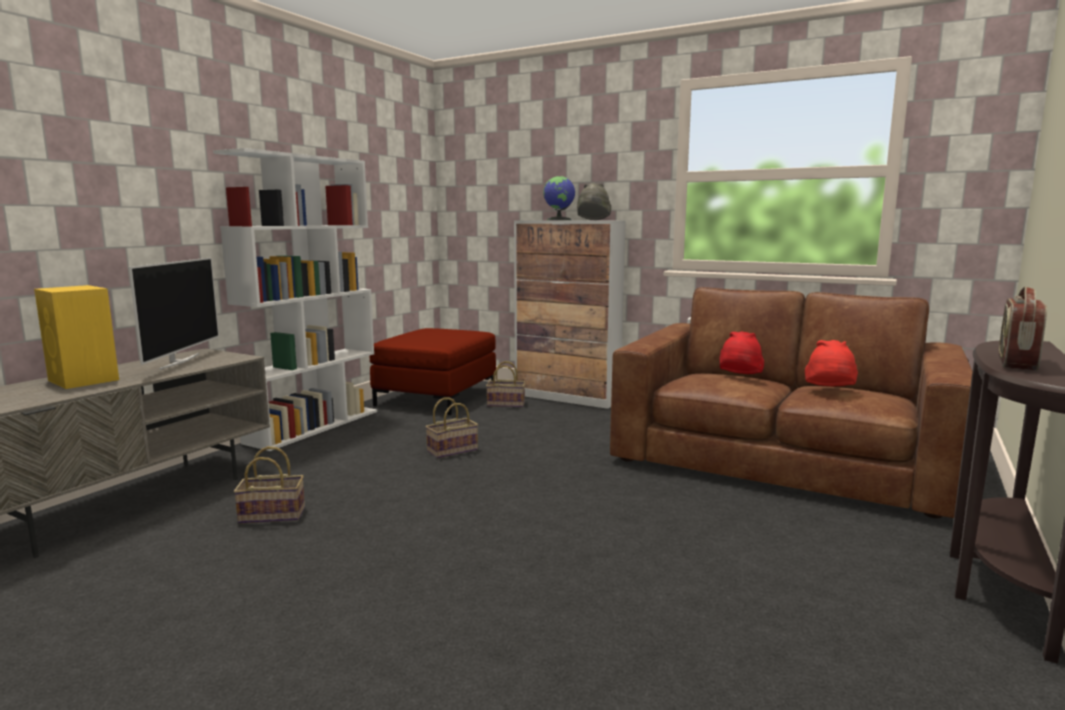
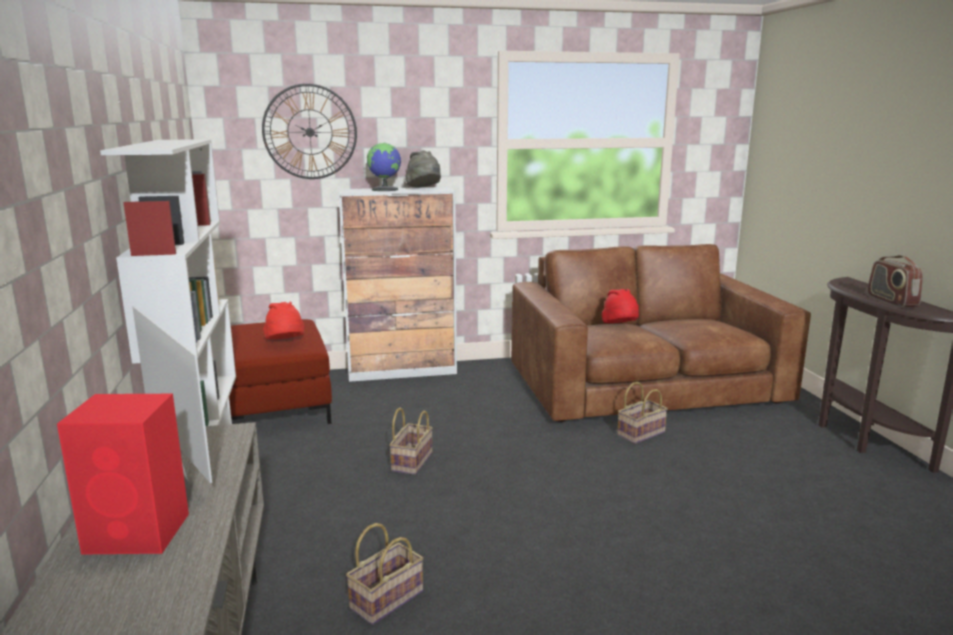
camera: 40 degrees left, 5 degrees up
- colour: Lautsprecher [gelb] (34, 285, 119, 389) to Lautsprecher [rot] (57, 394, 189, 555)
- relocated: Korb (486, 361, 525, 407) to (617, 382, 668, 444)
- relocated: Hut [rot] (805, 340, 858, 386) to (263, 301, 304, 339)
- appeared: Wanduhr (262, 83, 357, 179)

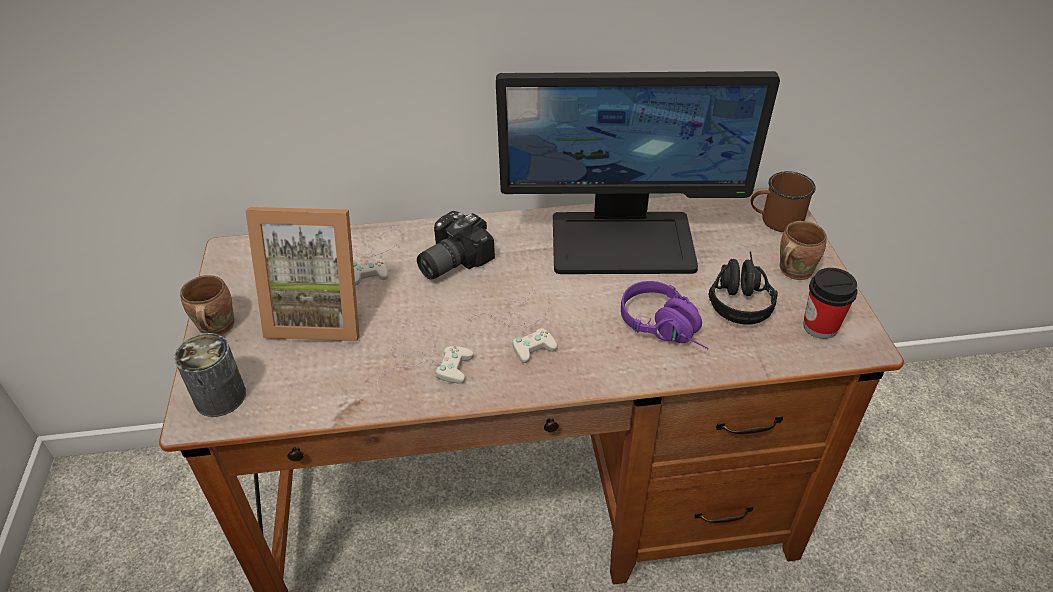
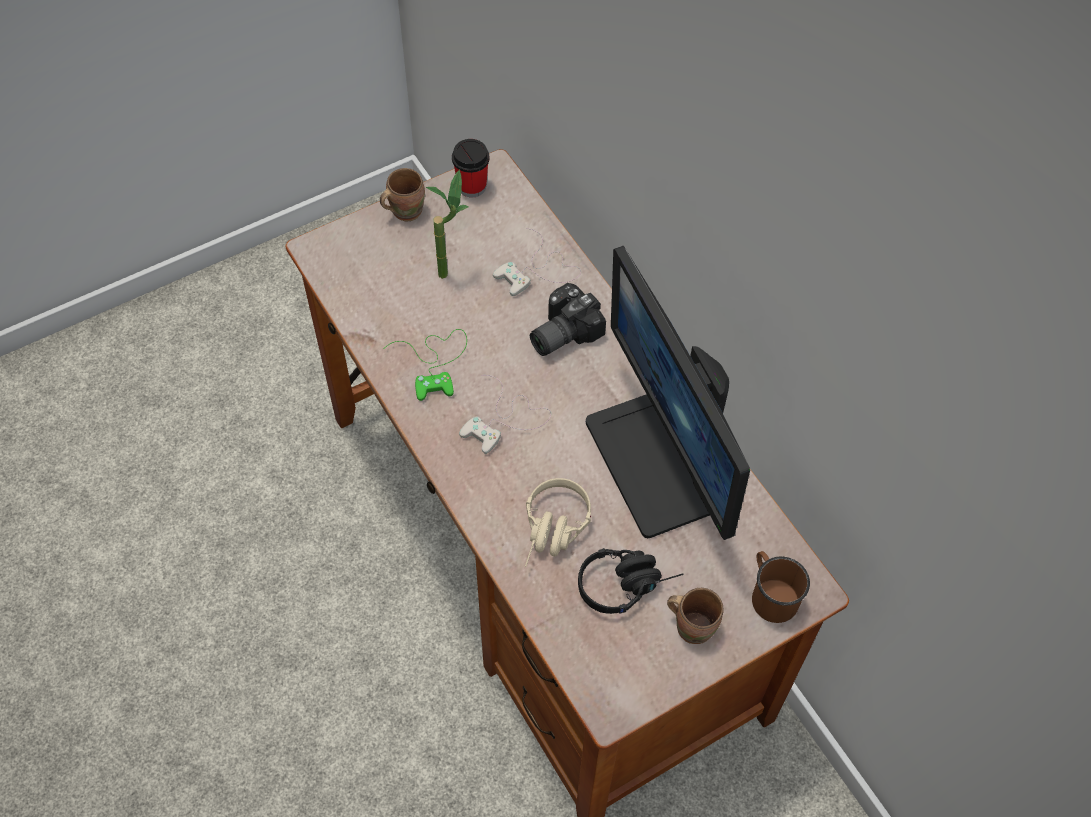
camera: 65 degrees right, 15 degrees up
- missing: Dose (174, 333, 246, 417)
- exchanged: Bilderrahmen (245, 207, 360, 342) to Topfpflanze (426, 169, 469, 279)
- colour: Gamepad [weiß] (377, 322, 474, 392) to Gamepad [grün] (384, 329, 467, 401)
- spun: Kamera (417, 211, 495, 280) = (530, 283, 606, 356) 60 degrees counterclockwise
- colour: Kopfhörer [lila] (621, 281, 709, 349) to Kopfhörer [beige] (525, 478, 591, 567)
- relocated: Tasse (803, 268, 858, 339) to (452, 139, 490, 197)

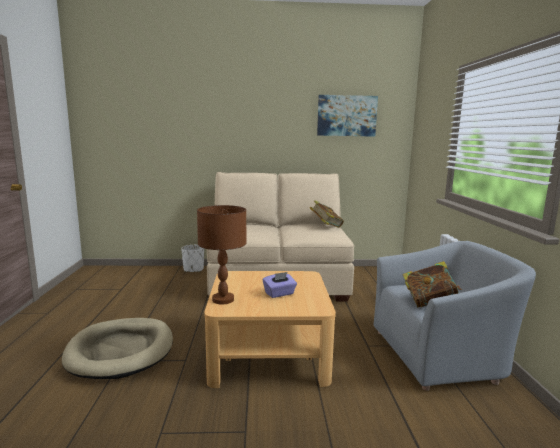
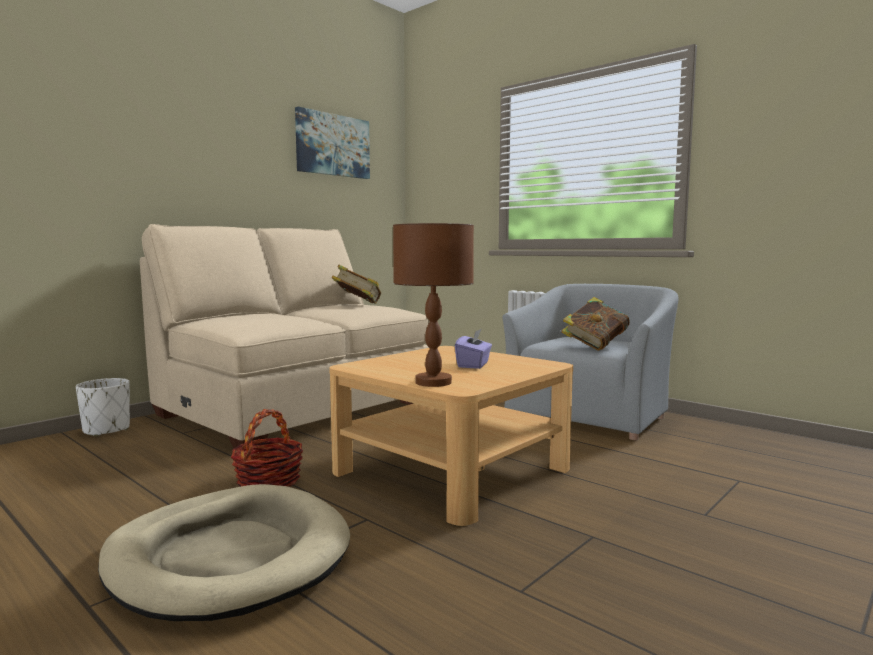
camera: 45 degrees left, 5 degrees down
- appeared: Korb (231, 409, 304, 487)

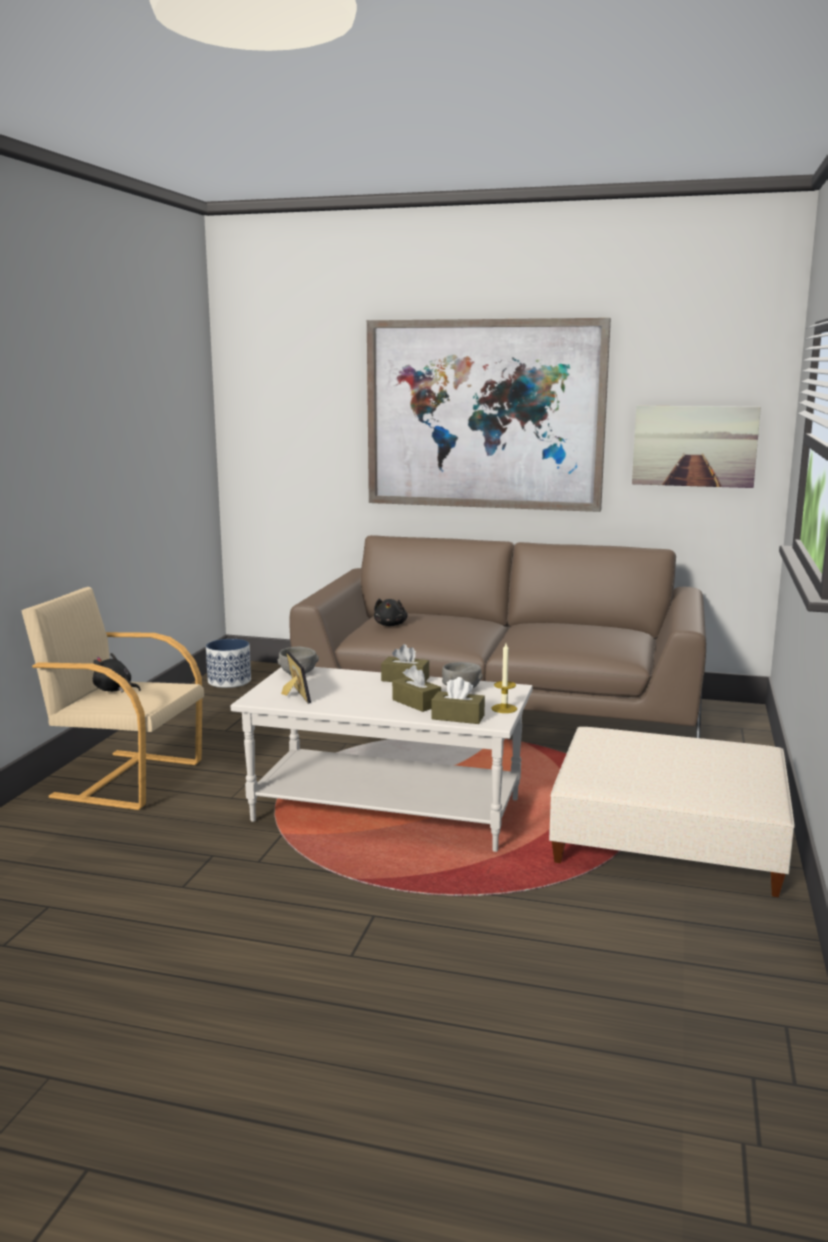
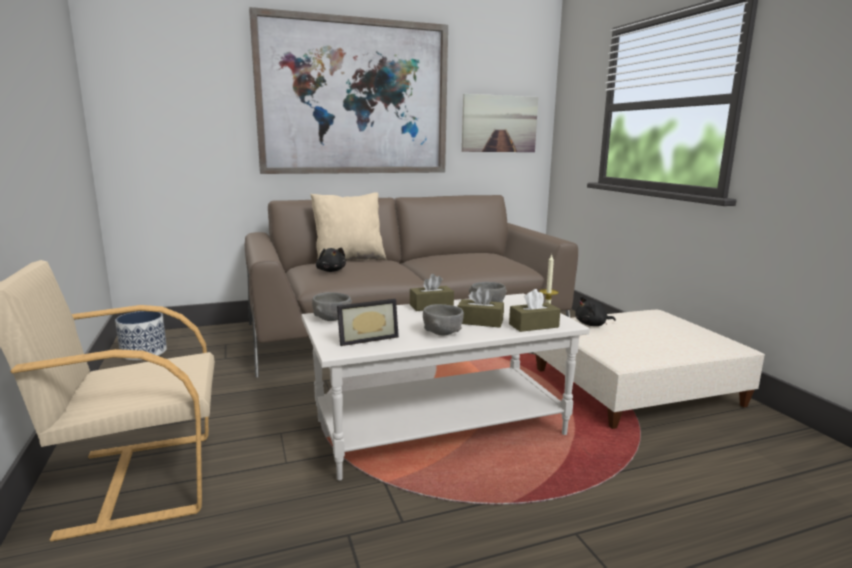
camera: 35 degrees left, 0 degrees up
- relocated: Plüschtier [schwarz] (93, 653, 141, 692) to (575, 296, 616, 326)
- spun: Bilderrahmen (281, 652, 311, 704) = (337, 299, 399, 346) 120 degrees clockwise
- appeared: Kissen [beige] (311, 192, 387, 261)
- appeared: Schüssel [grau] (423, 304, 464, 336)

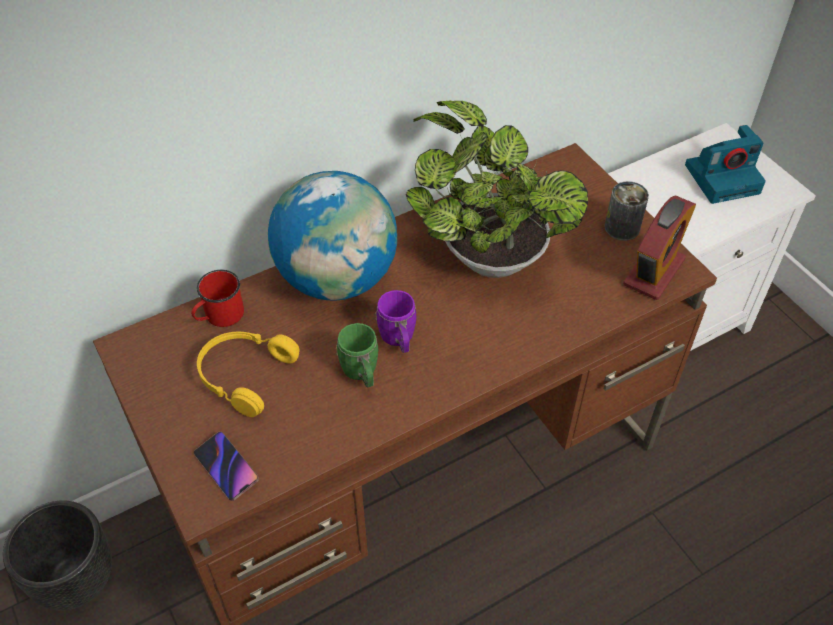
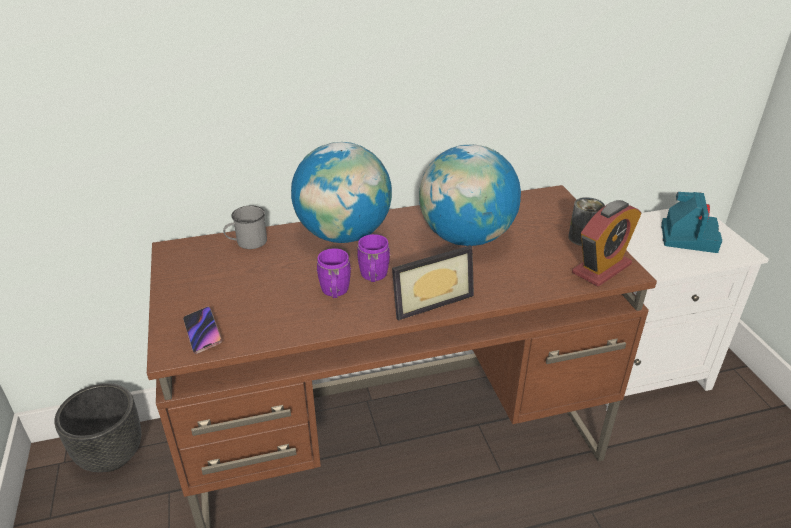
camera: 15 degrees right, 15 degrees down
- colour: Henkelbecher [rot] (191, 270, 244, 327) to Henkelbecher [grau] (223, 206, 267, 249)
- missing: Kopfhörer [gelb] (197, 332, 300, 417)
- colour: Henkelbecher [grün] (336, 323, 378, 388) to Henkelbecher [lila] (317, 248, 351, 298)
- exchanged: Topfpflanze (406, 100, 588, 278) to Globus (419, 144, 521, 246)
- spun: Kamera (685, 125, 766, 204) = (661, 192, 722, 253) 75 degrees counterclockwise
- appeared: Bilderrahmen (392, 245, 474, 321)

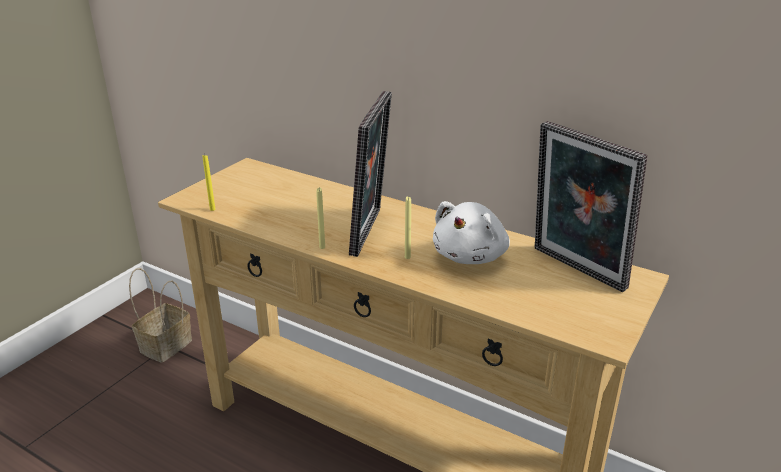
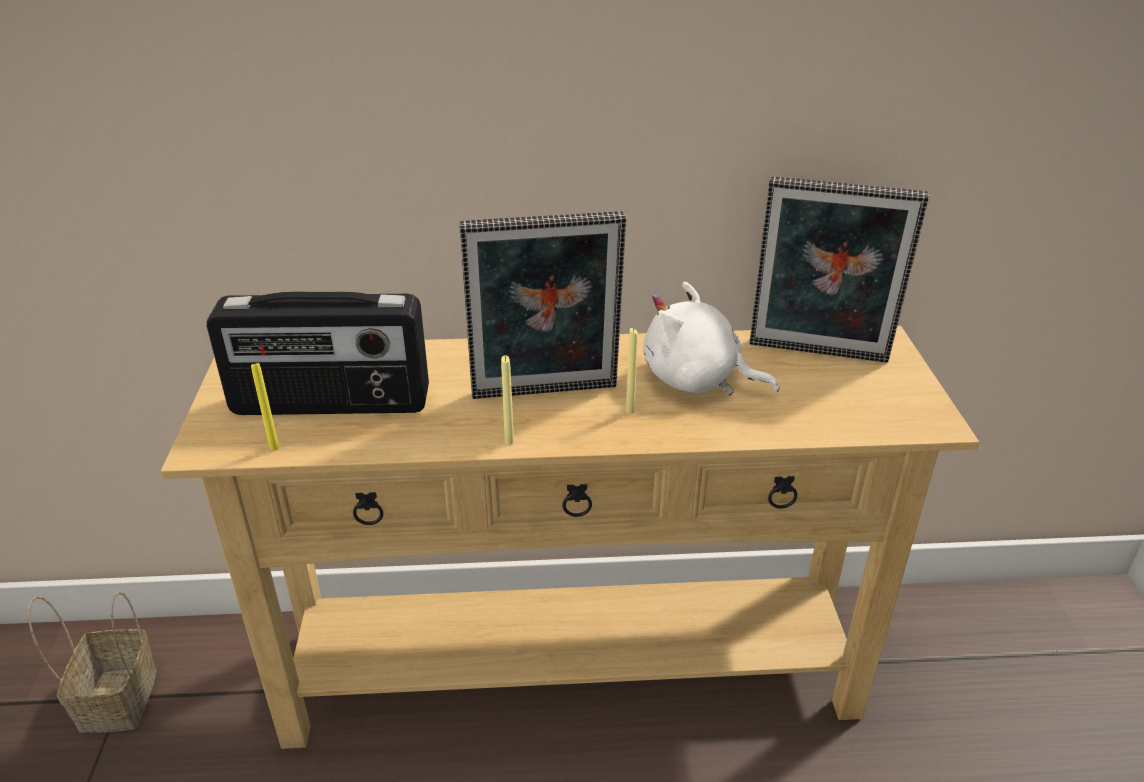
camera: 35 degrees left, 5 degrees up
- spun: Bilderrahmen (349, 91, 392, 257) = (459, 211, 626, 399) 105 degrees clockwise
- spun: Plüschtier [weiß] (433, 201, 510, 264) = (643, 282, 779, 396) 120 degrees clockwise
- appeared: Radio (207, 291, 429, 415)

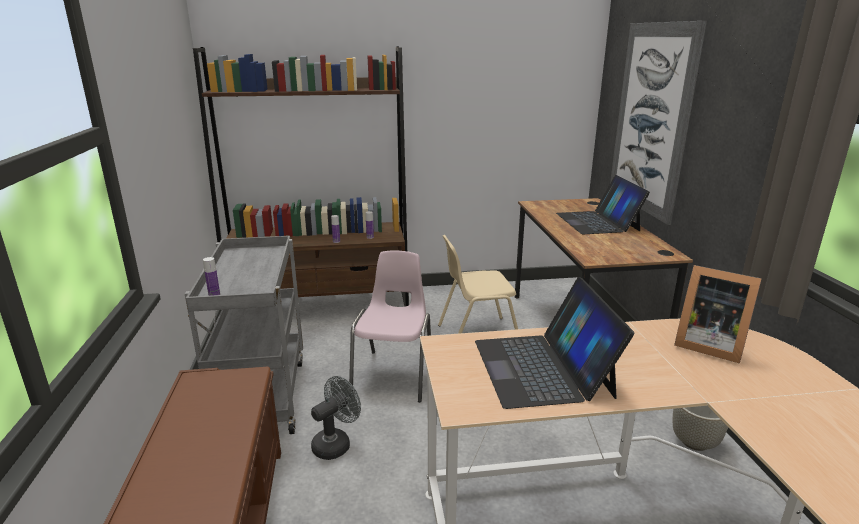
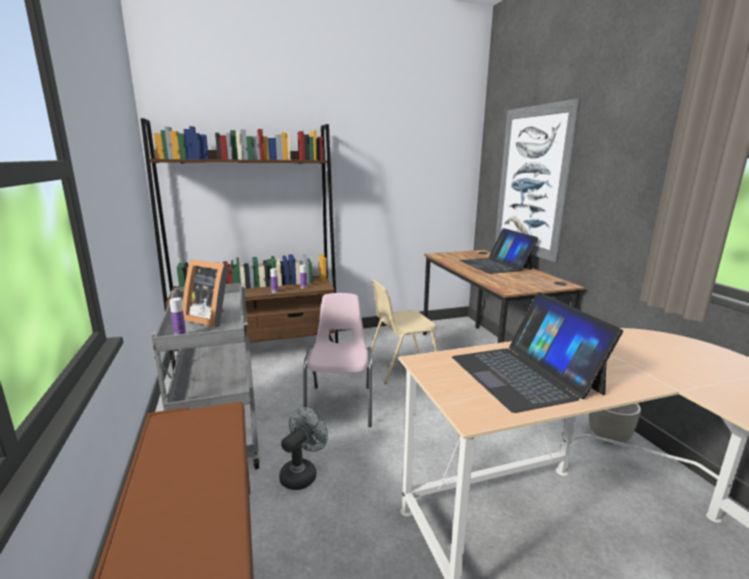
camera: 10 degrees left, 5 degrees down
- relocated: Bilderrahmen (674, 265, 762, 364) to (182, 259, 228, 327)

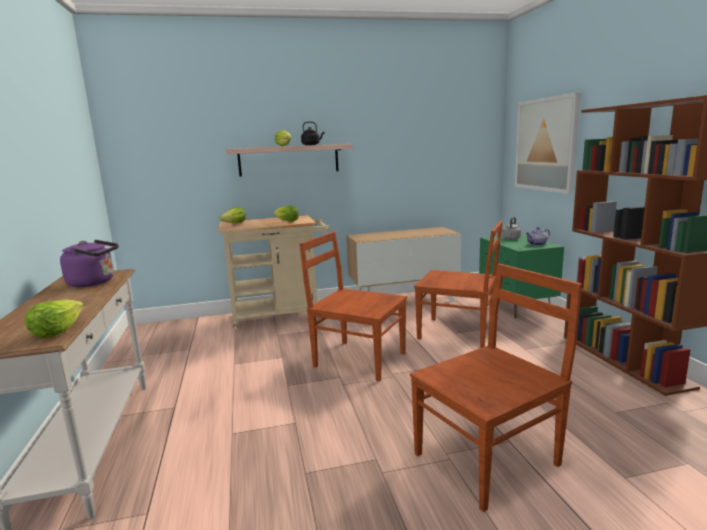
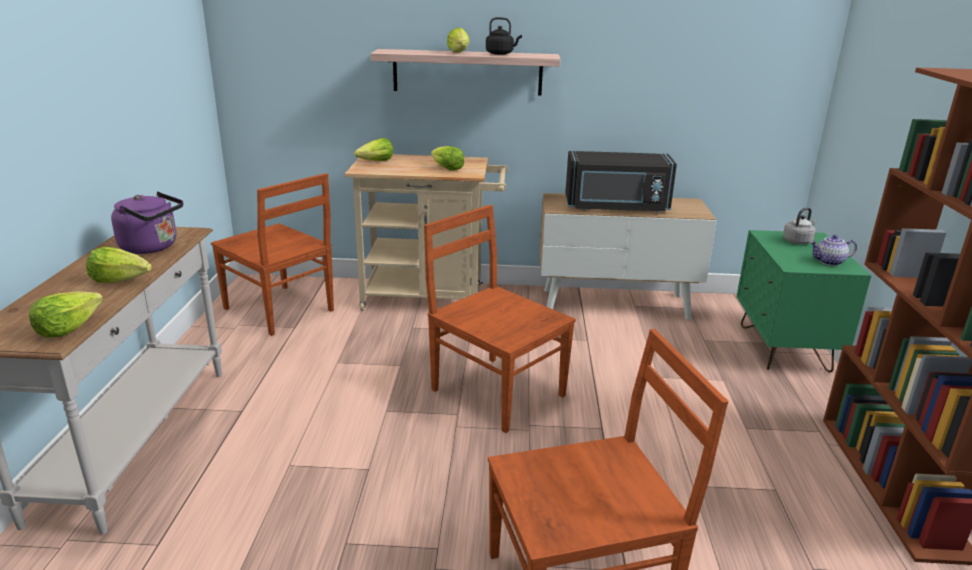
camera: 15 degrees right, 10 degrees up
- relocated: Stuhl [braun] (414, 221, 503, 348) to (211, 173, 334, 336)
- missing: Bild (515, 92, 581, 194)
- appeared: Salatkopf (86, 247, 152, 283)
- appeared: Mikrowelle [schwarz] (565, 151, 677, 212)

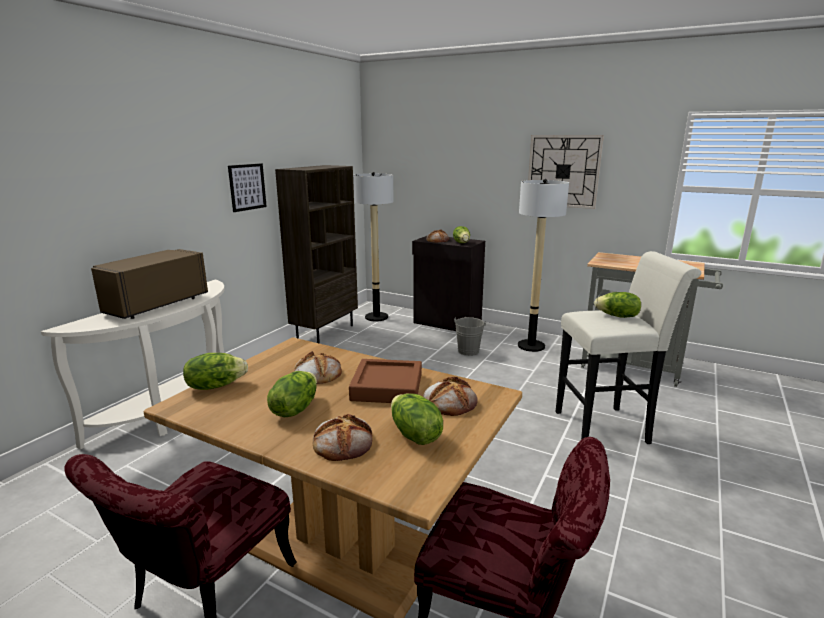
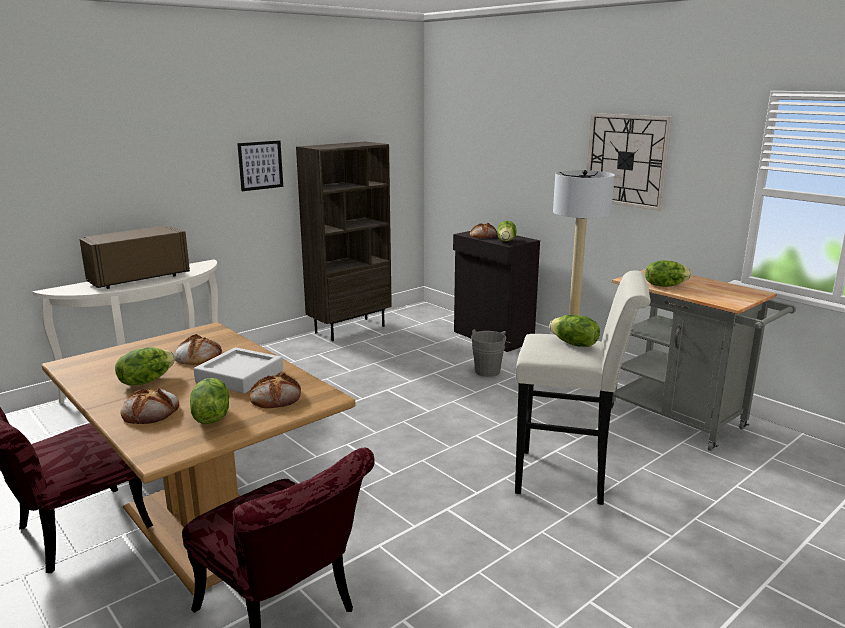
camera: 20 degrees right, 0 degrees up
- relocated: Salatkopf (183, 353, 248, 390) to (645, 260, 691, 287)
- colour: Tablett [braun] (349, 359, 422, 403) to Tablett [grau] (194, 347, 283, 393)
- missing: Stehlampe (353, 172, 394, 322)

